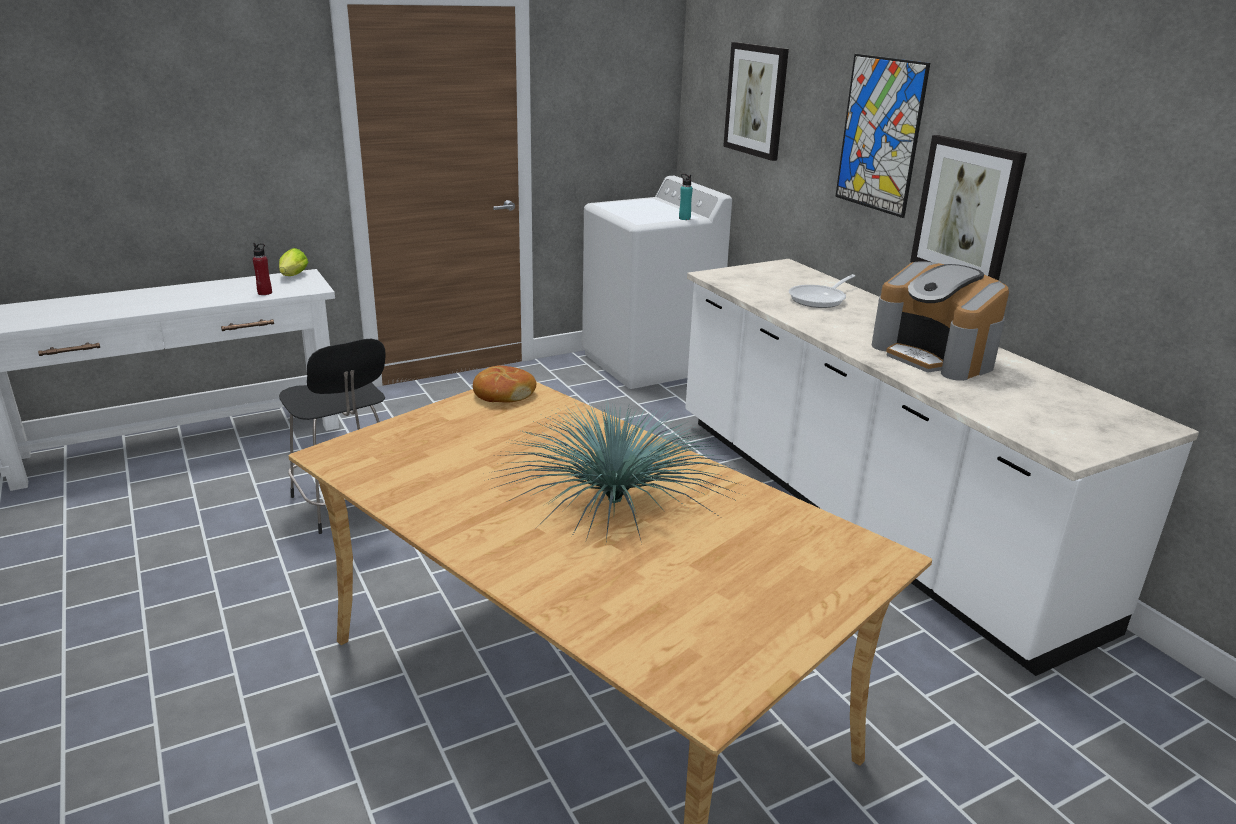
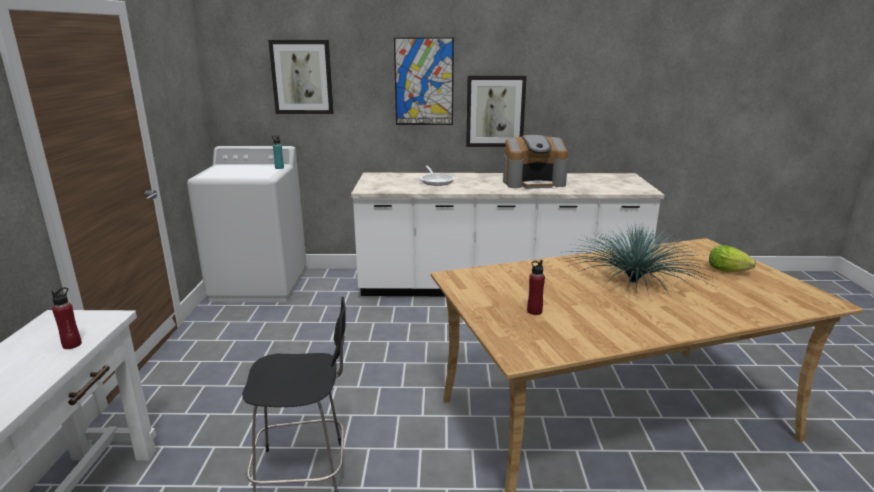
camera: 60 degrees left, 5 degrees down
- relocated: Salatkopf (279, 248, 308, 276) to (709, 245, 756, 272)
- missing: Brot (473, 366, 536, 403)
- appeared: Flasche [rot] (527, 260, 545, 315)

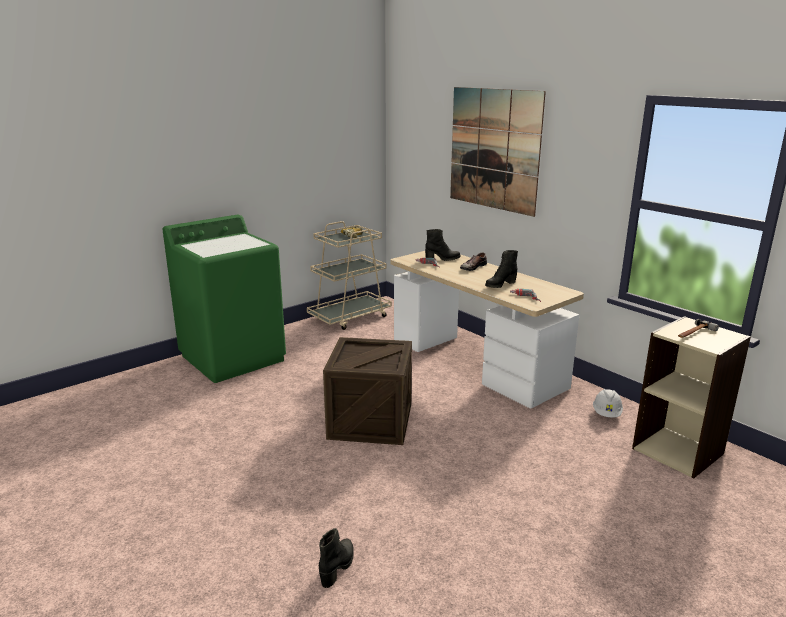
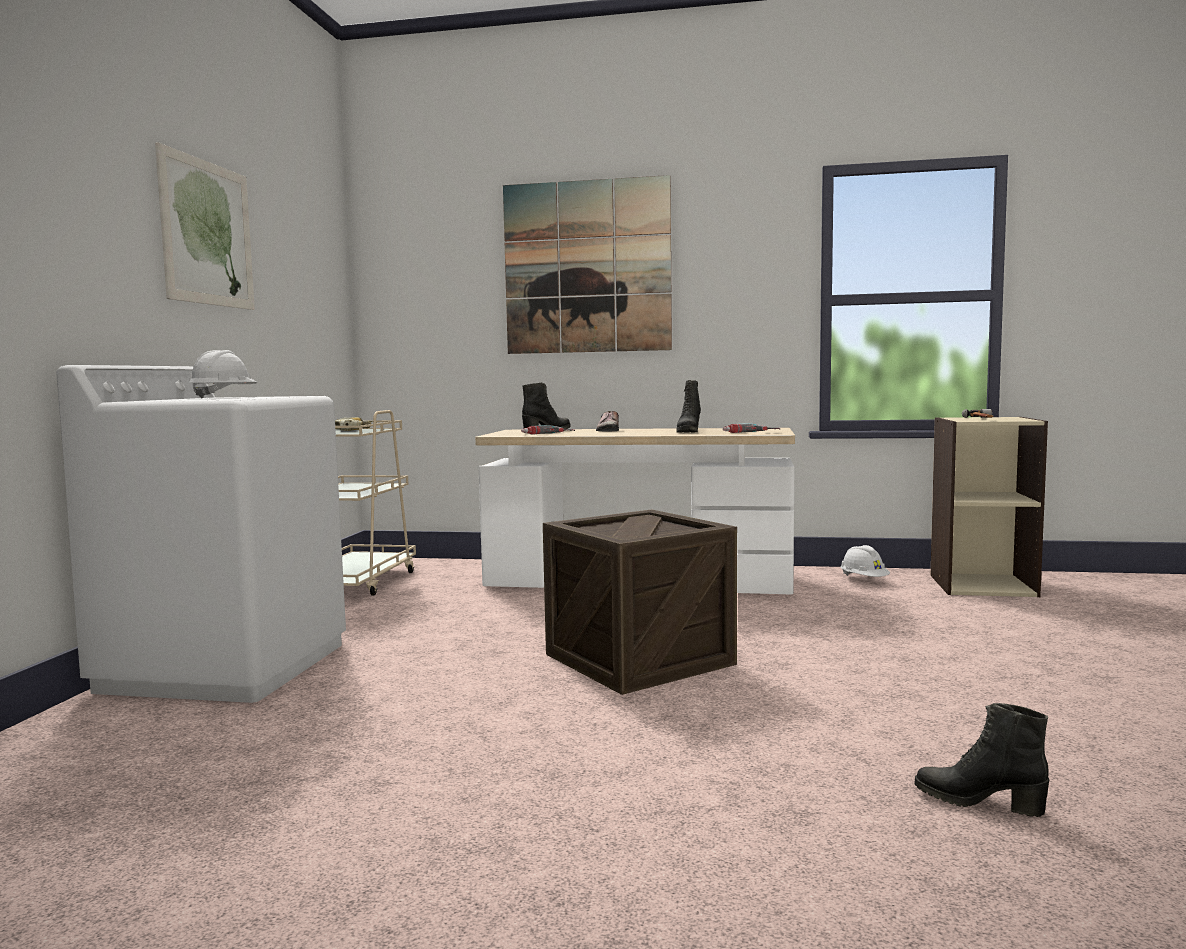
camera: 40 degrees left, 15 degrees down
- colour: Waschmaschine [grün] (162, 215, 286, 383) to Waschmaschine [weiß] (56, 365, 346, 703)
- spun: Stiefel [schwarz] (319, 528, 354, 588) = (914, 703, 1049, 817) 45 degrees counterclockwise
- appeared: Bild (155, 142, 255, 310)
- appeared: Schutzhelm [weiß] (189, 350, 258, 398)

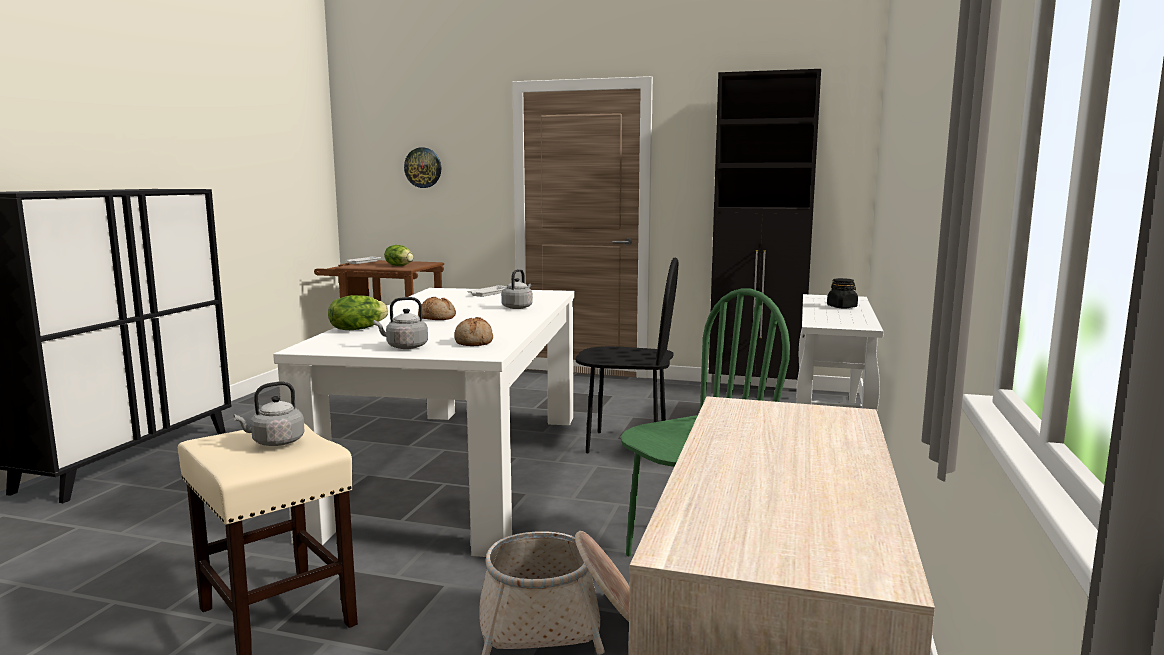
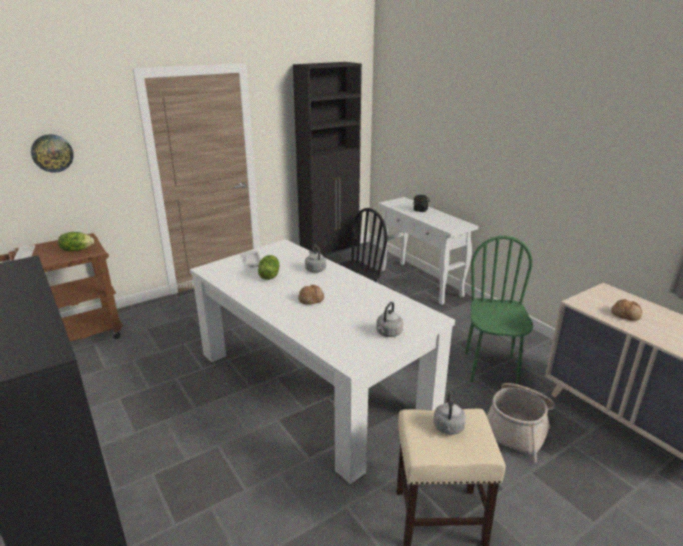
camera: 50 degrees left, 15 degrees up
- relocated: Salatkopf (328, 295, 389, 330) to (258, 255, 280, 280)
- relocated: Brot (454, 317, 493, 346) to (611, 299, 642, 321)

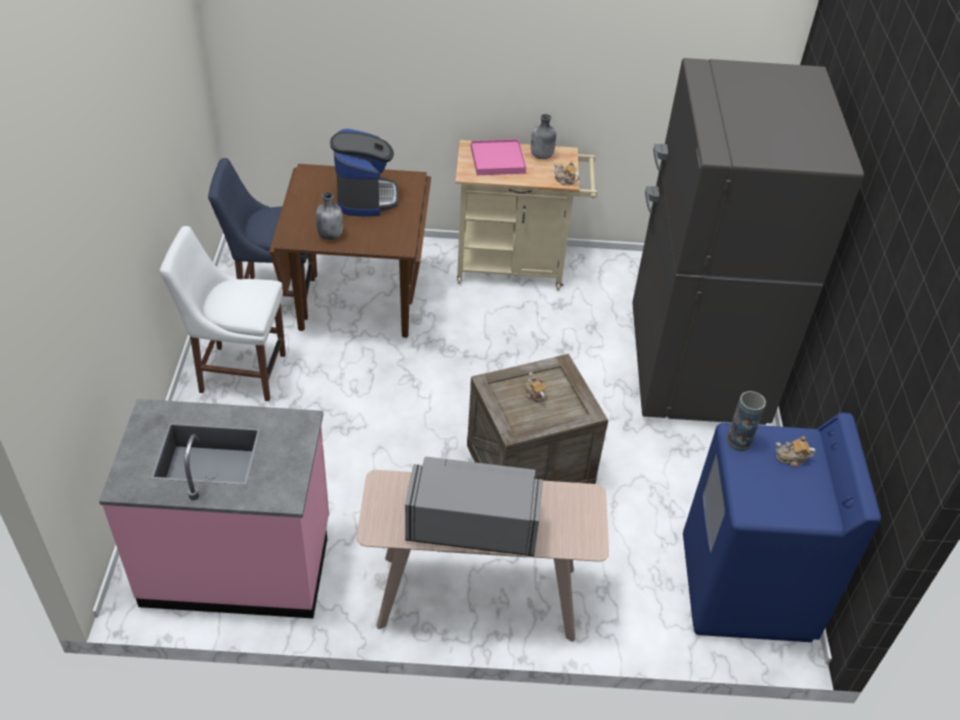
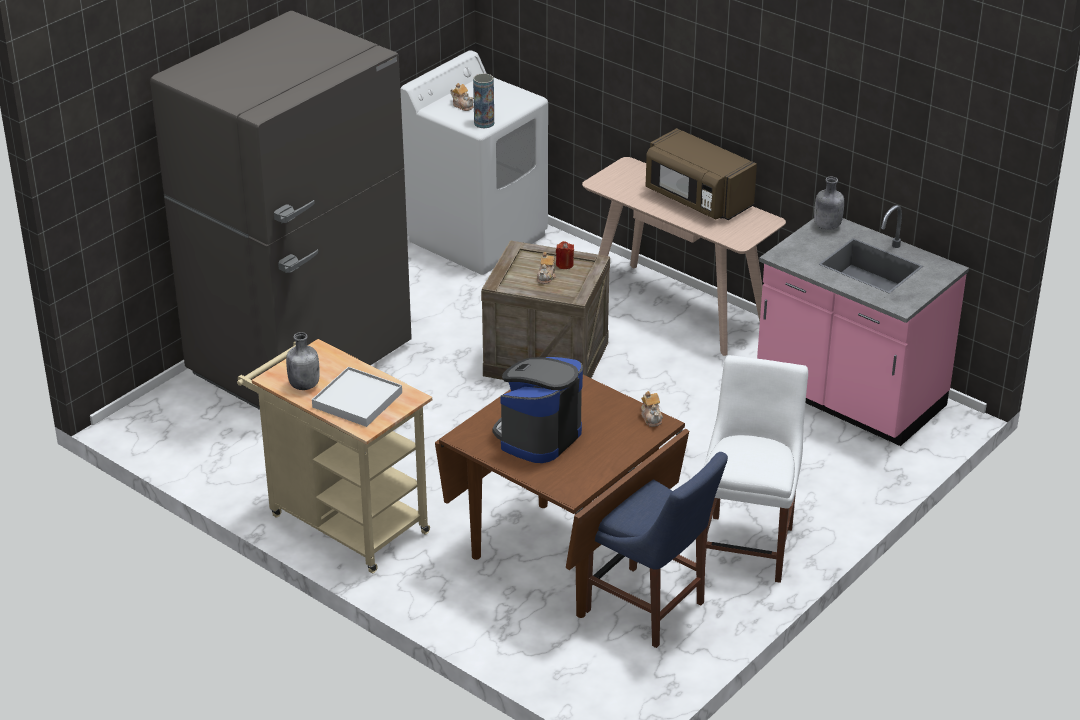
camera: 140 degrees left, 10 degrees down
- spun: Stuhl [weiß] (160, 226, 286, 401) = (703, 355, 808, 583) 120 degrees counterclockwise
- relocated: Flasche [grau] (316, 192, 343, 240) to (814, 176, 844, 230)
- colour: Mikrowelle [grau] (405, 457, 543, 556) to Mikrowelle [braun] (646, 128, 757, 220)
- colour: Tablett [rosa] (471, 139, 526, 175) to Tablett [weiß] (312, 367, 402, 427)
- relocated: Teekanne (554, 161, 580, 186) to (641, 391, 663, 427)
- colour: Waschmaschine [blau] (683, 413, 881, 642) to Waschmaschine [weiß] (400, 50, 548, 275)
- appeared: Kerze [rot] (556, 241, 574, 269)

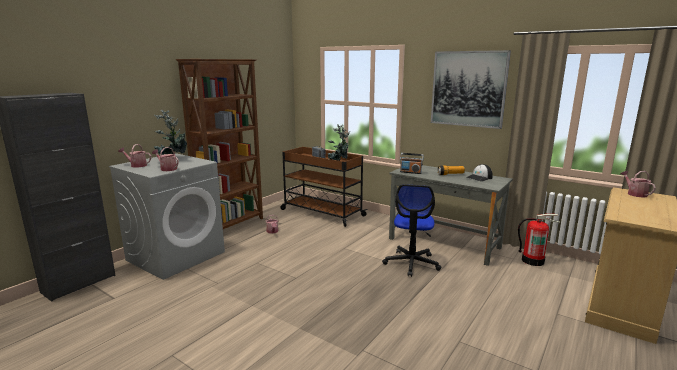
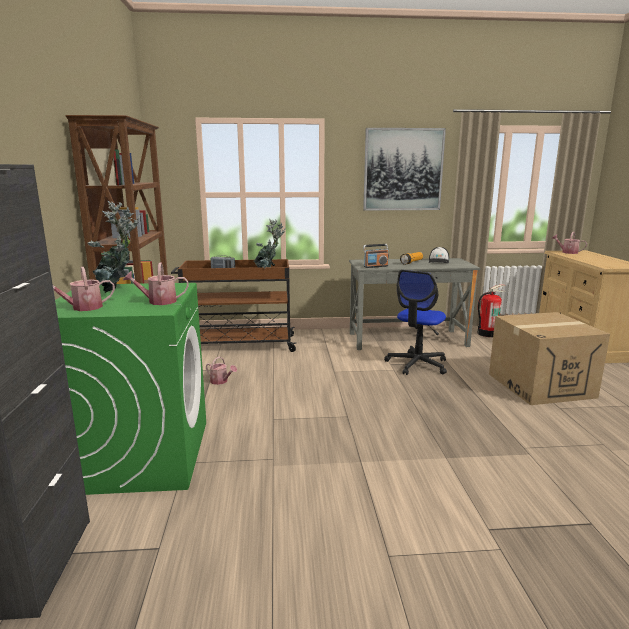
camera: 40 degrees left, 0 degrees up
- colour: Waschmaschine [grau] (109, 153, 225, 280) to Waschmaschine [grün] (55, 283, 206, 495)
- spun: Bürostuhl (382, 184, 441, 277) = (384, 270, 447, 375) 60 degrees clockwise
- appeared: Karton (489, 312, 610, 405)

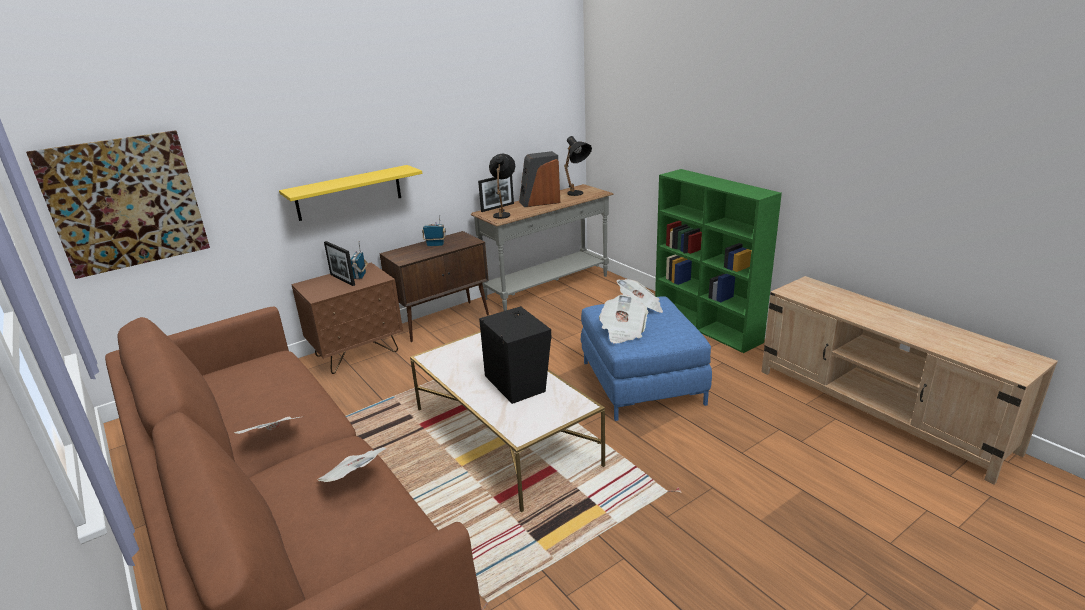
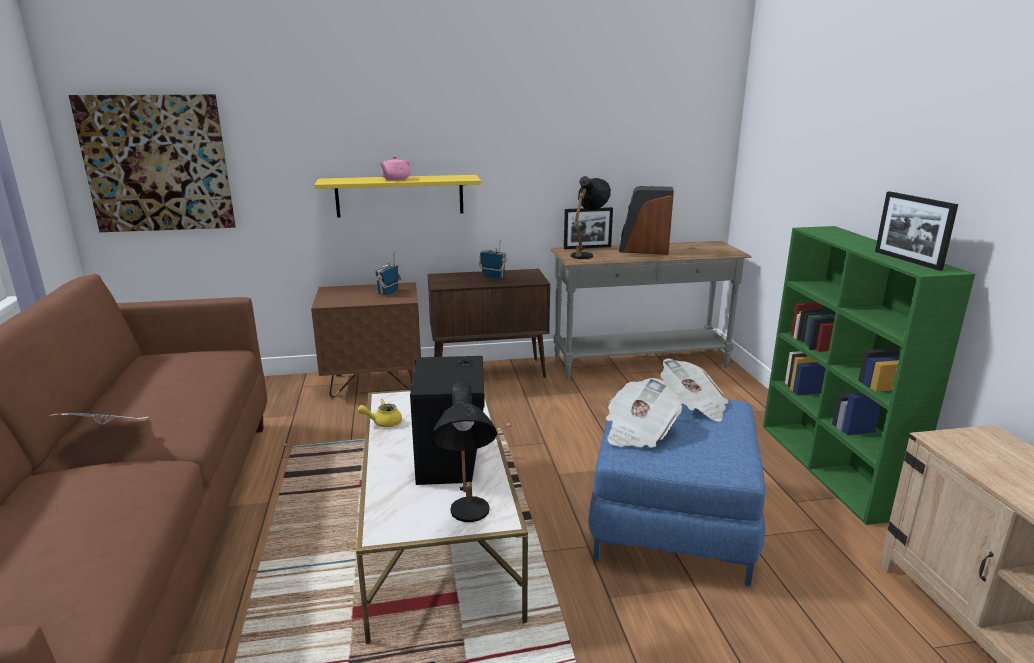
camera: 25 degrees right, 5 degrees down
- missing: Zeitung (317, 447, 387, 482)
- relocated: Bilderrahmen (324, 241, 355, 286) to (875, 191, 958, 271)
- relocated: Tischlampe [schwarz] (564, 136, 592, 196) to (431, 382, 497, 522)
- appeared: Teekanne [gelb] (358, 400, 402, 427)
- appeared: Teekanne [rosa] (379, 156, 411, 180)

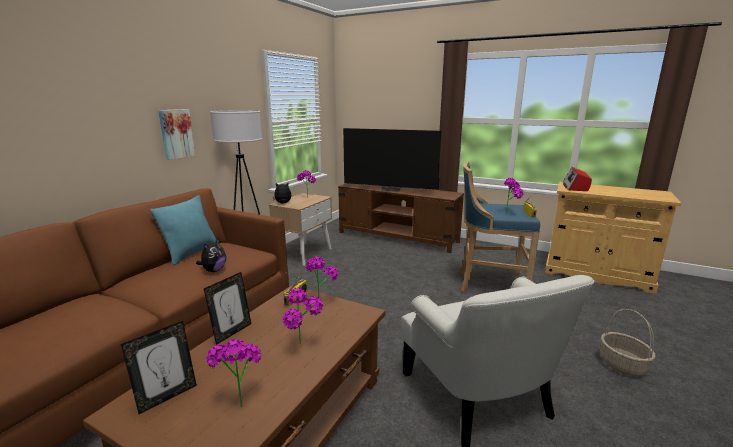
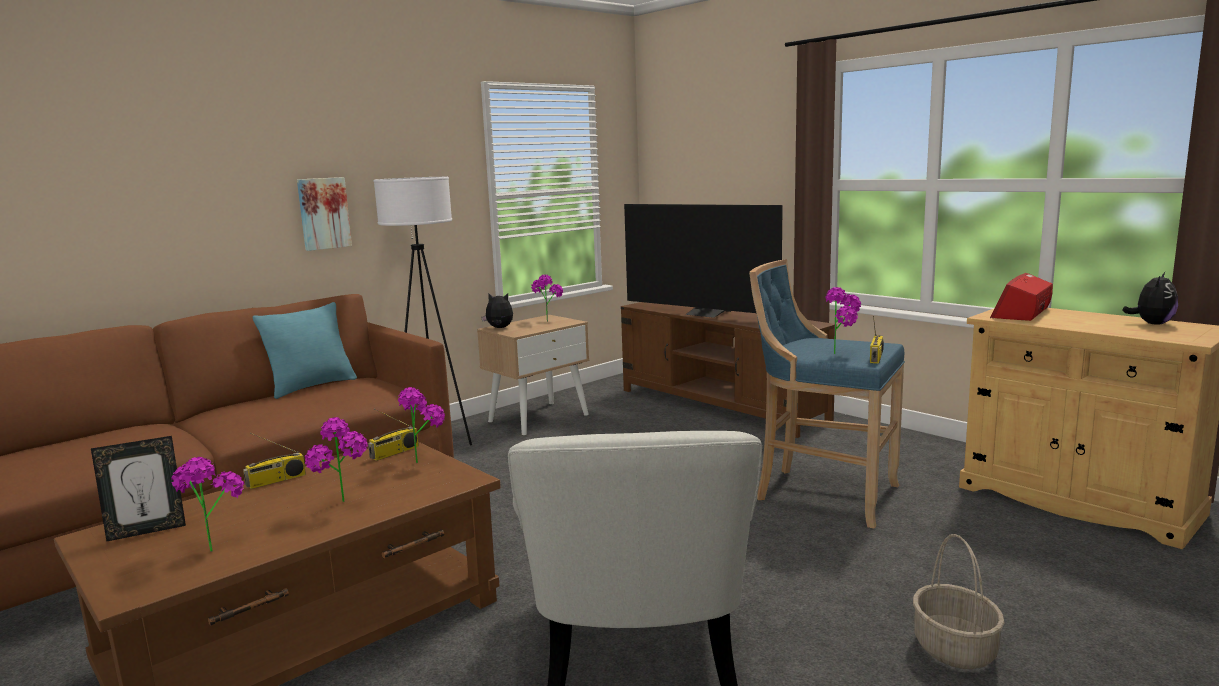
camera: 20 degrees right, 5 degrees down
- relocated: Plüschtier (196, 238, 226, 272) to (1122, 272, 1178, 325)
- exchanged: Bilderrahmen (204, 272, 251, 345) to Radio (243, 433, 306, 489)

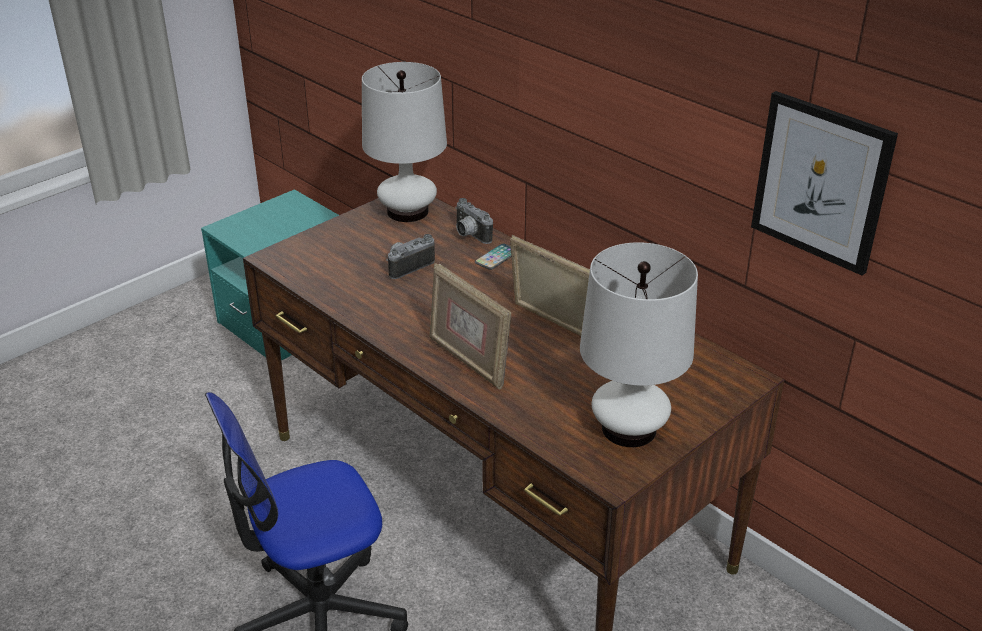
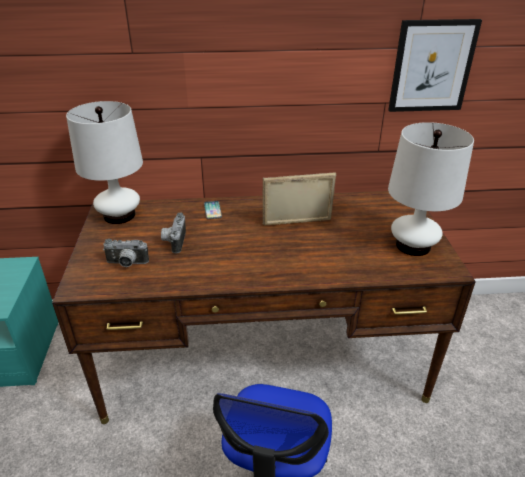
camera: 50 degrees left, 0 degrees up
- missing: Bilderrahmen (429, 263, 511, 390)
- relocated: Kamera (455, 198, 493, 244) to (103, 239, 149, 267)

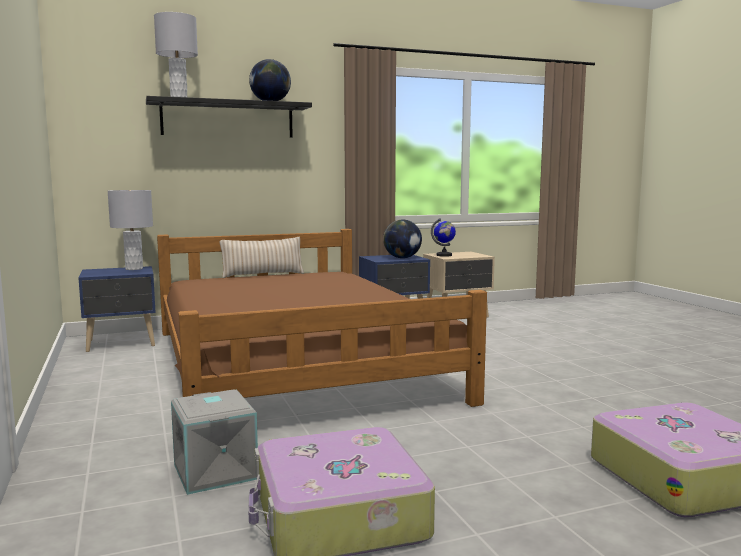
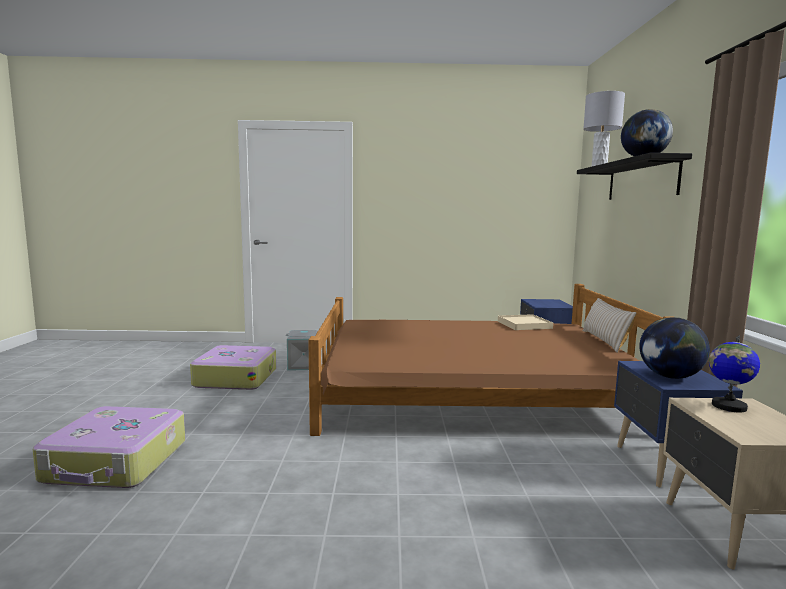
camera: 110 degrees right, 0 degrees up
- missing: Tischlampe [grau] (108, 190, 153, 270)
- appeared: Tablett [beige] (498, 314, 553, 330)

